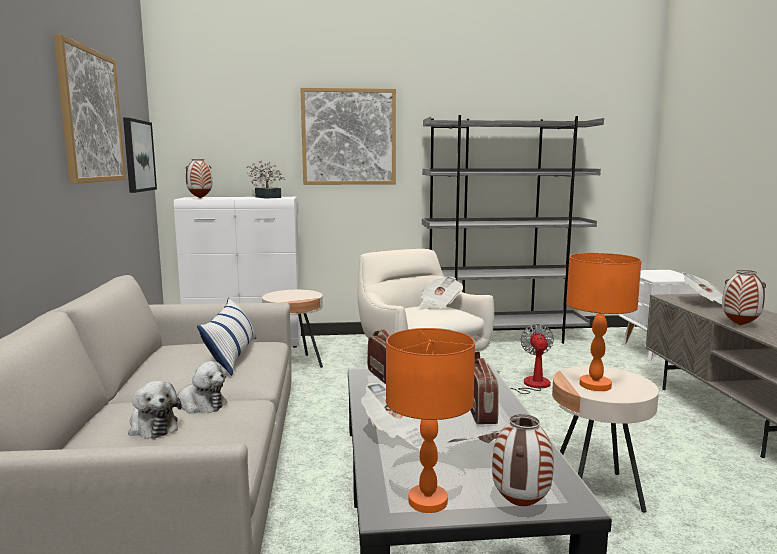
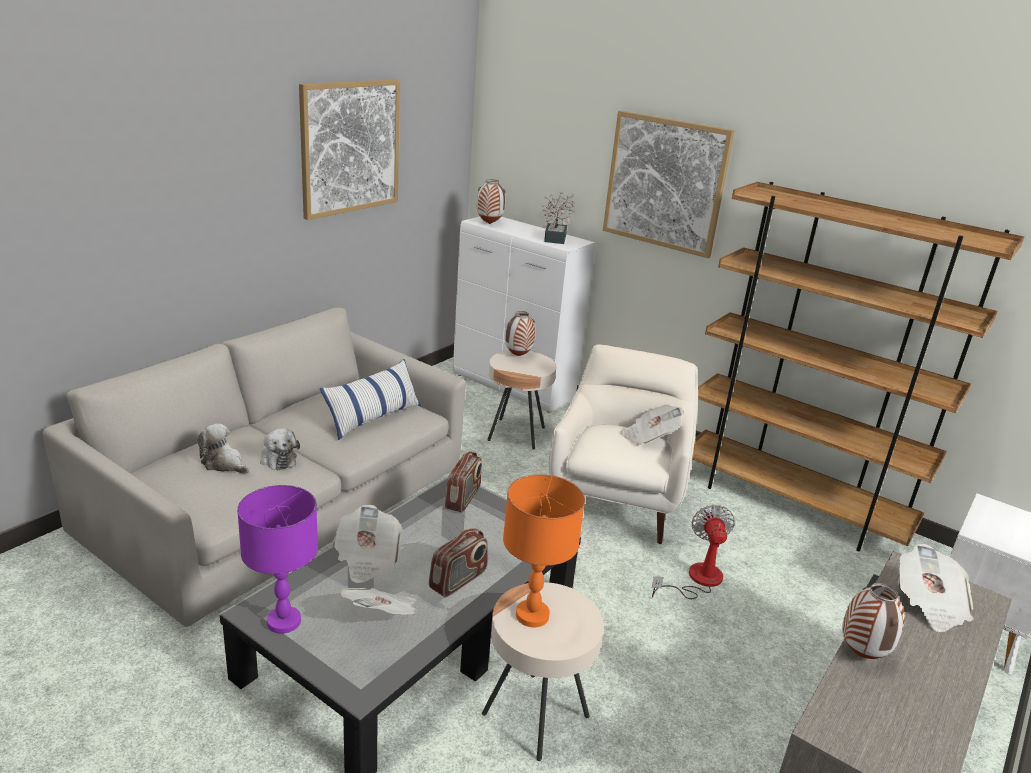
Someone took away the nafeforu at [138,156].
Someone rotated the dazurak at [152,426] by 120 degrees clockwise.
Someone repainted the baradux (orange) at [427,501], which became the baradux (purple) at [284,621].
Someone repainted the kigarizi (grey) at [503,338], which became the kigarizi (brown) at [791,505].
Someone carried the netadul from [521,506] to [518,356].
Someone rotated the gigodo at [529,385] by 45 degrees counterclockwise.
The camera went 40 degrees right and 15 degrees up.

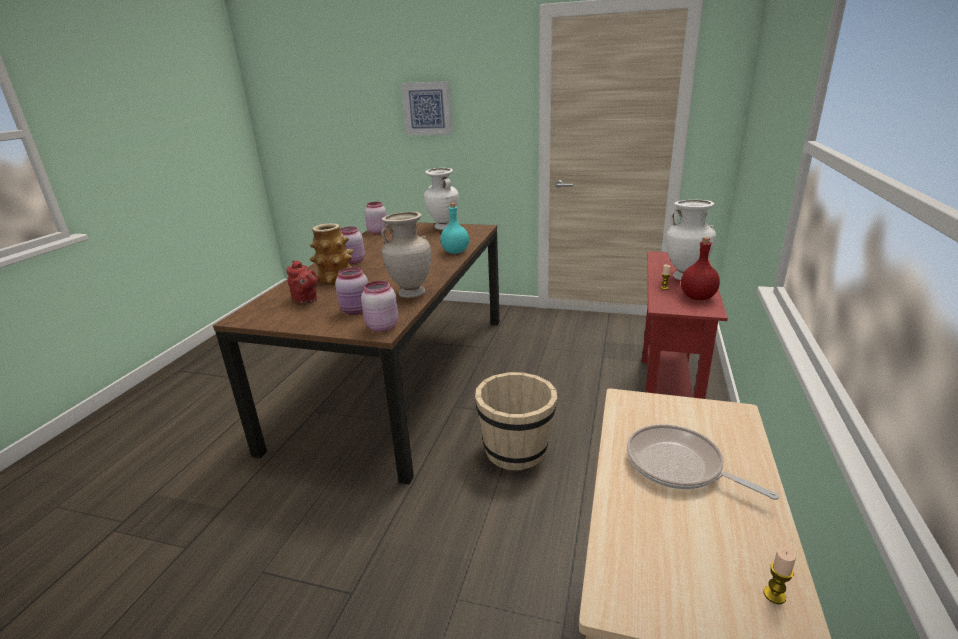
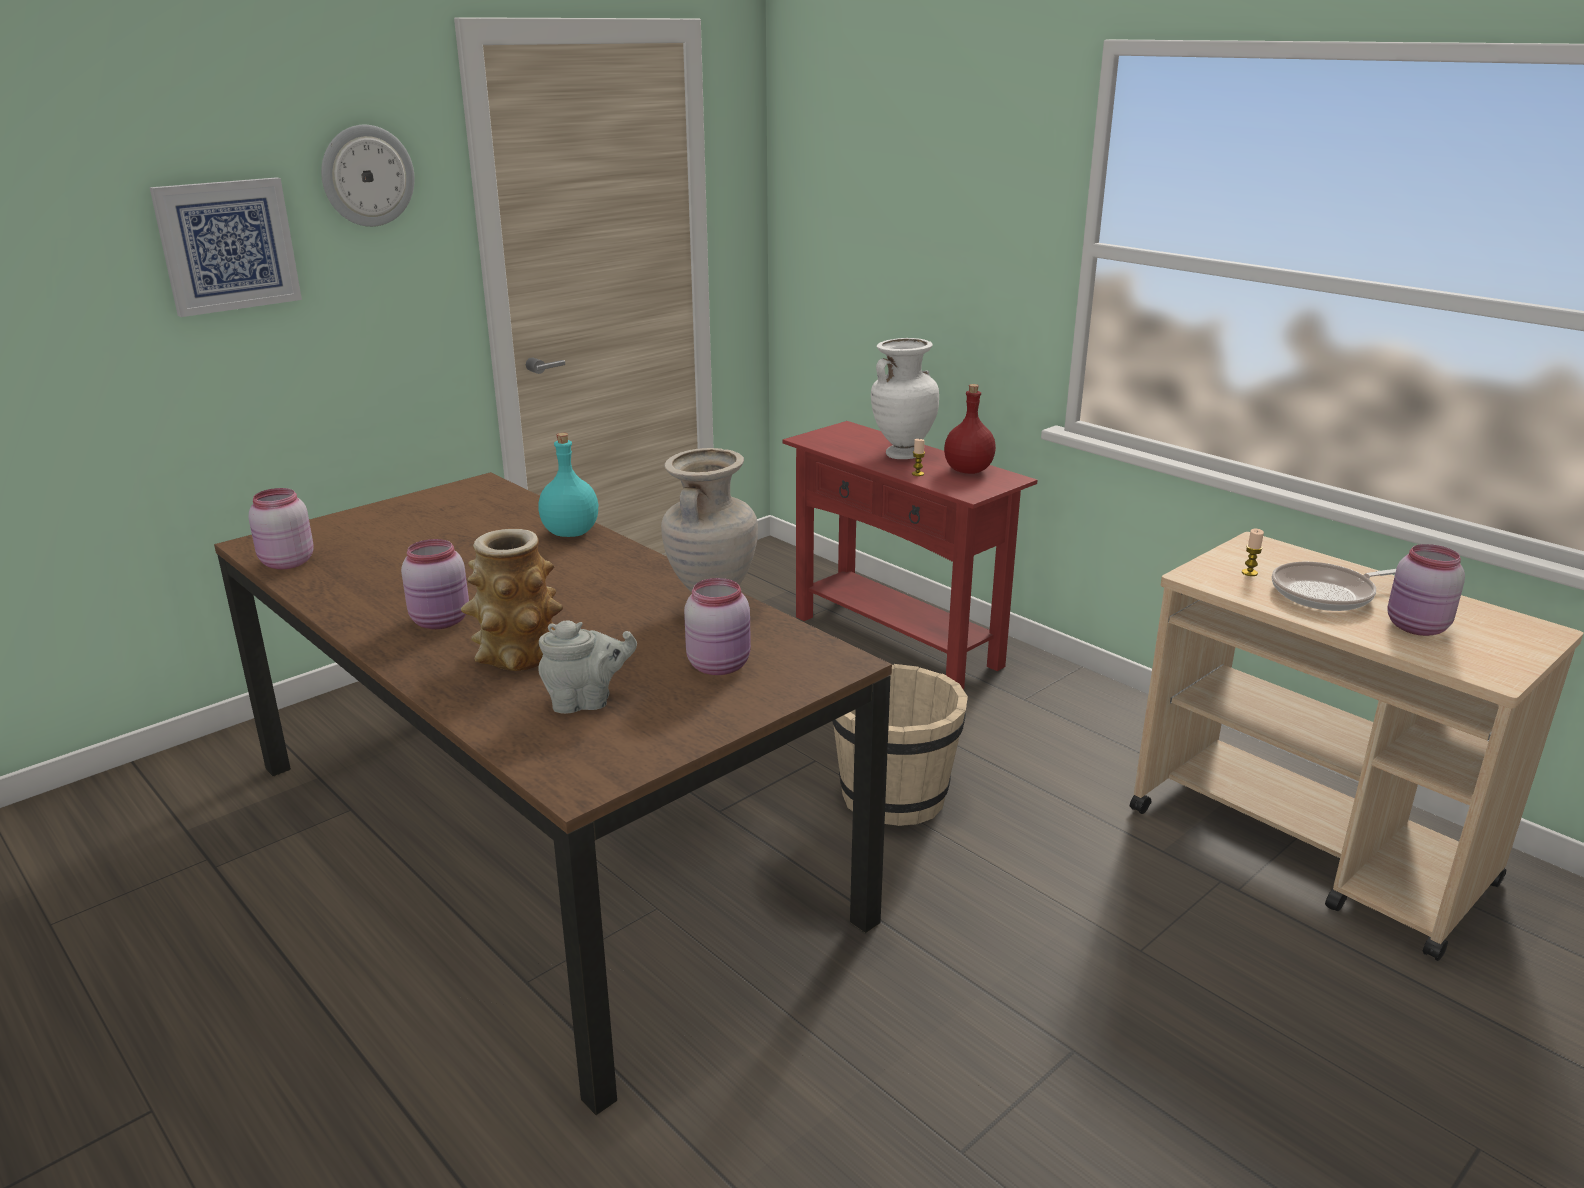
Someone repainted the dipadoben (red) at [306,300], which became the dipadoben (grey) at [586,701].
Someone carried the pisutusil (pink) from [381,327] to [1416,628].
Someone took away the netadul (white) at [443,227].
Someone carried the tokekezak from [774,595] to [1249,573].
Someone put up the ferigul at [367,176].
The camera went 60 degrees left and 0 degrees up.

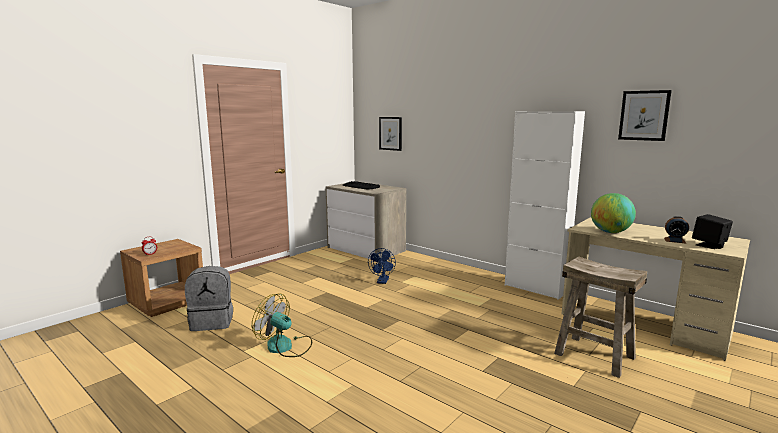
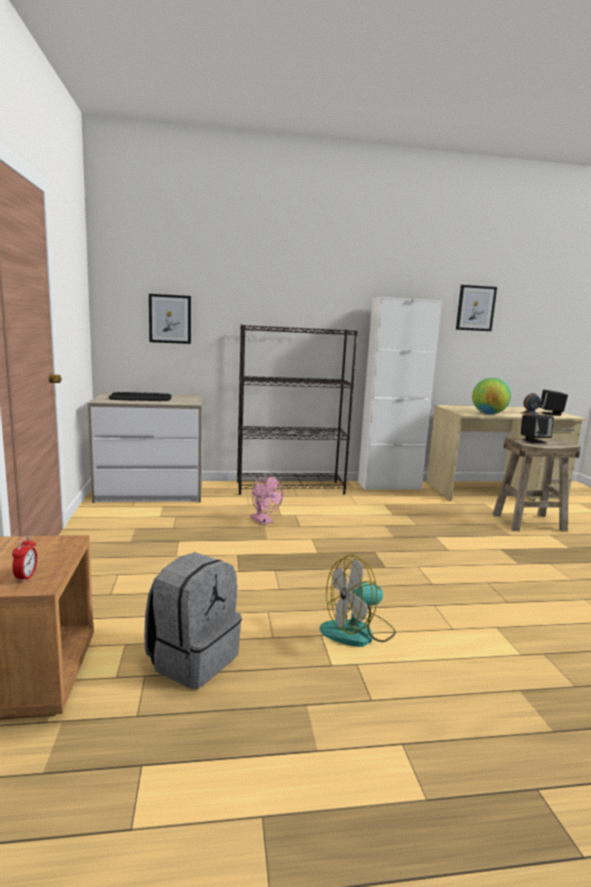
Someone repainted the gigodo (blue) at [382,282], which became the gigodo (pink) at [264,521].
Someone put down the kigarizi (black) at [290,488].
Someone put down the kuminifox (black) at [534,441].
The camera went 50 degrees left and 0 degrees up.

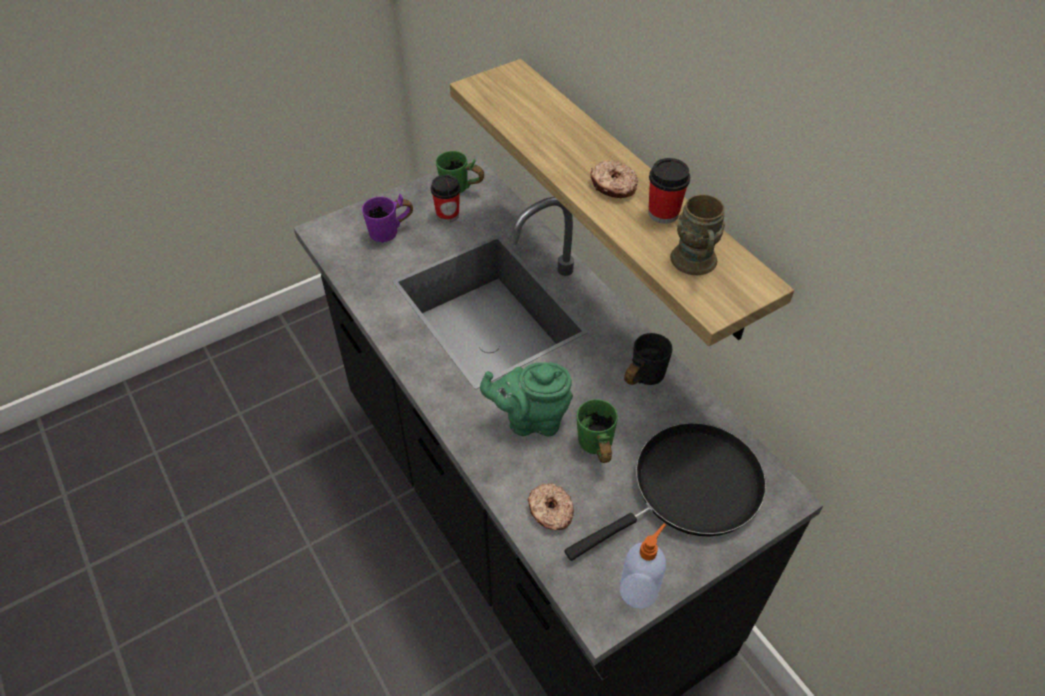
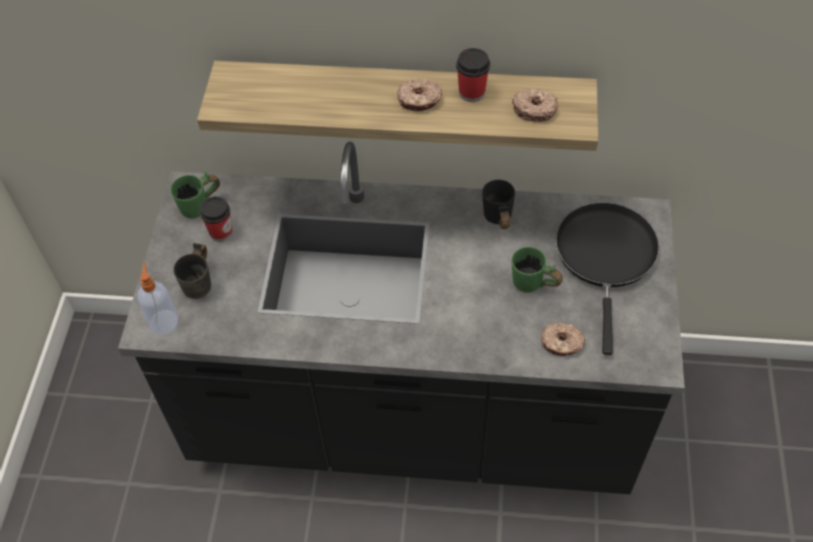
Someone repainted the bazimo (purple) at [391,234], which became the bazimo (grey) at [203,283].
Someone took away the dipadoben (green) at [531,420].
Someone carried the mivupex from [639,589] to [163,321].
Someone swapped the bazimo (brown) at [695,265] for the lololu at [534,109].
The camera went 50 degrees left and 5 degrees up.

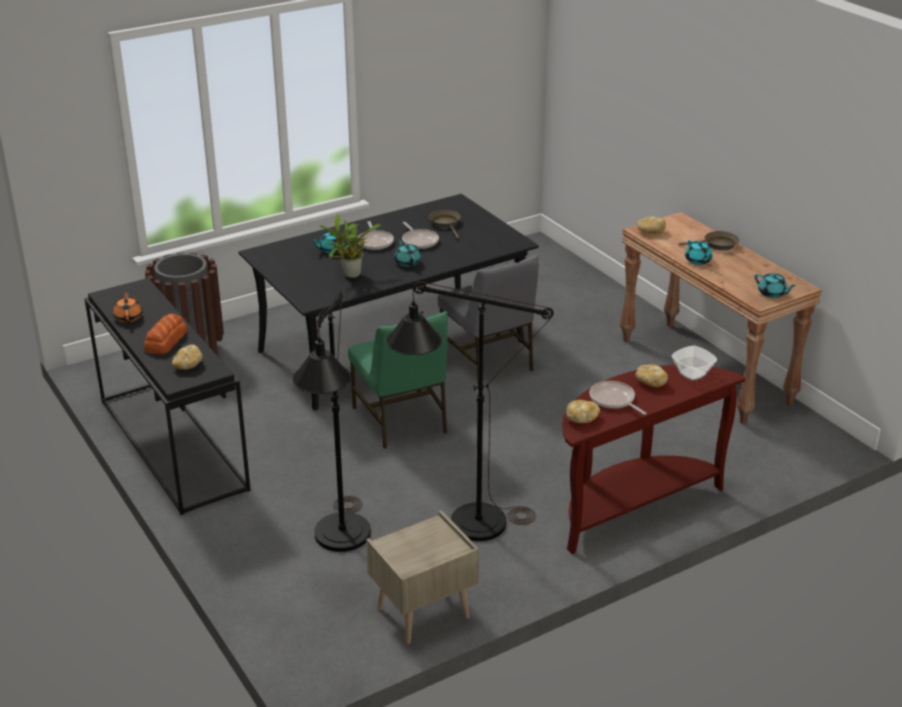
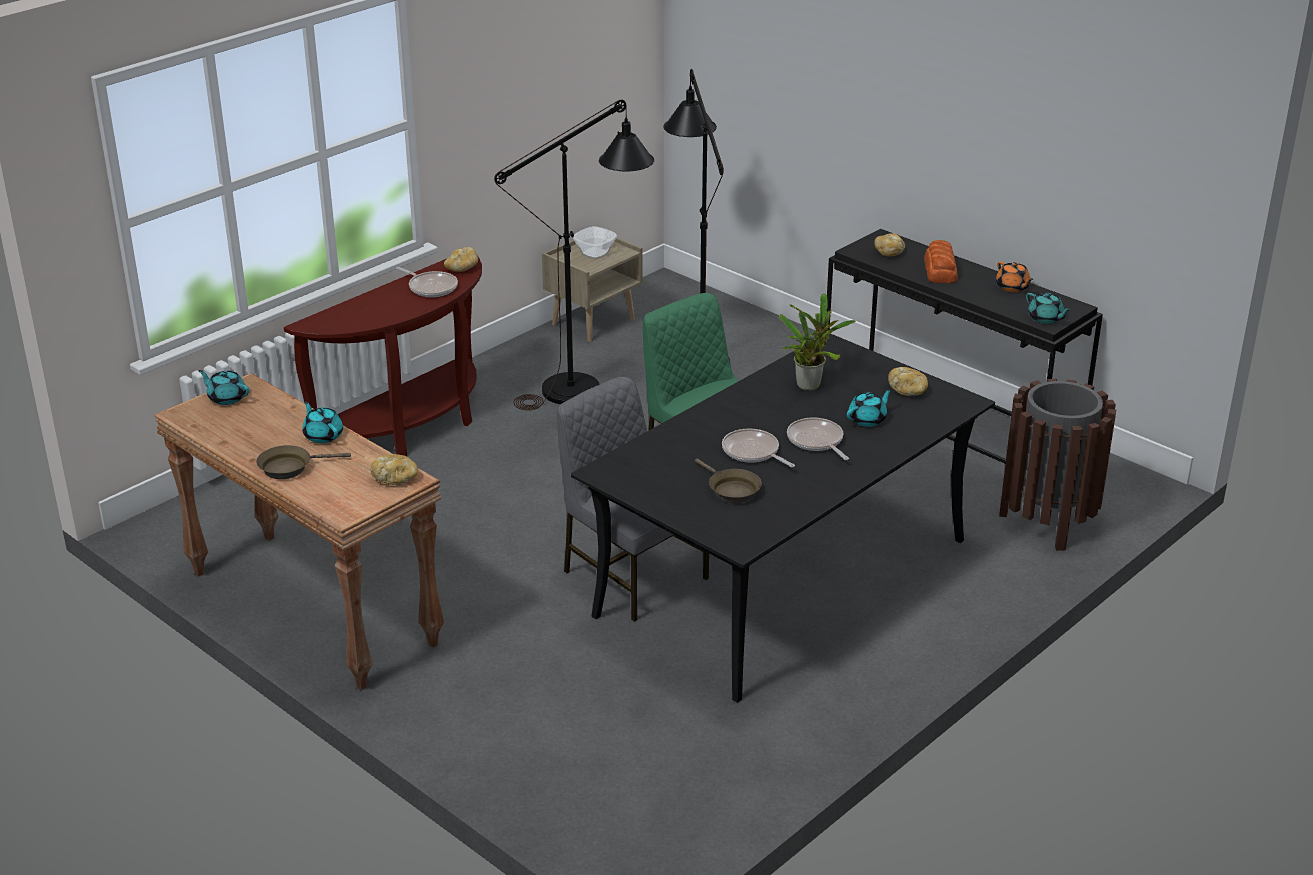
Someone carried the dipadoben (turquoise) from [407,262] to [1045,318].
Someone carried the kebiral from [650,382] to [908,390].
Someone carried the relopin from [691,373] to [595,253].
The camera went 165 degrees right and 0 degrees up.

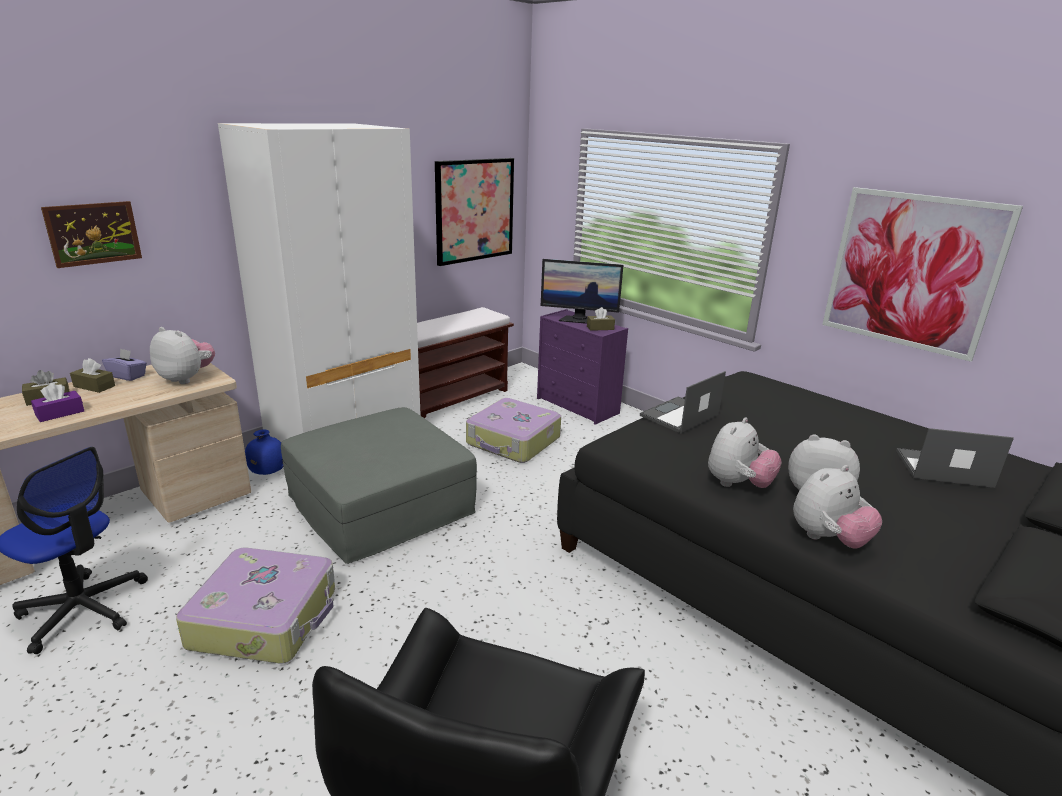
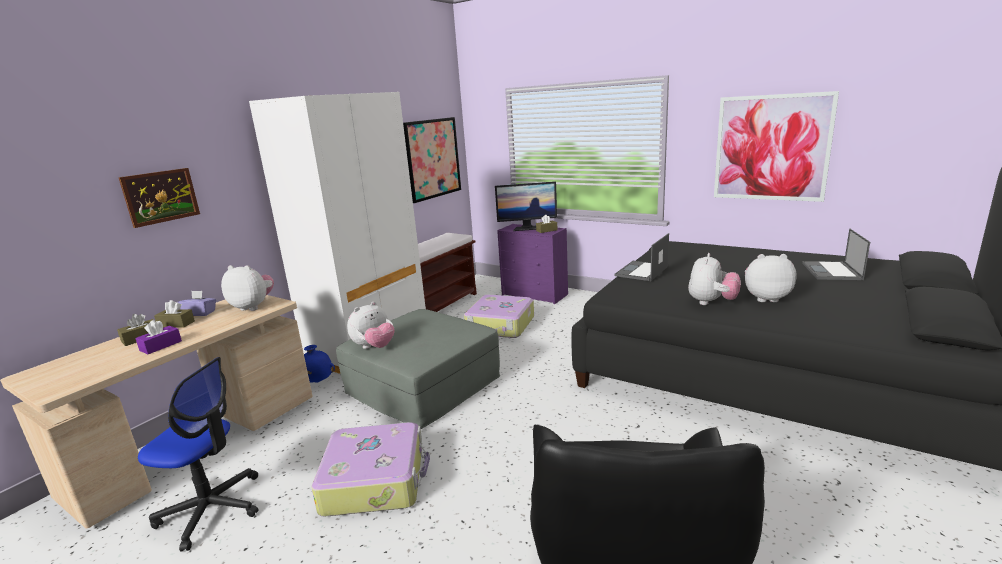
Someone carried the dazurak from [828,539] to [374,347].
Someone rotated the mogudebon at [942,469] by 75 degrees counterclockwise.
The camera went 10 degrees left and 5 degrees down.

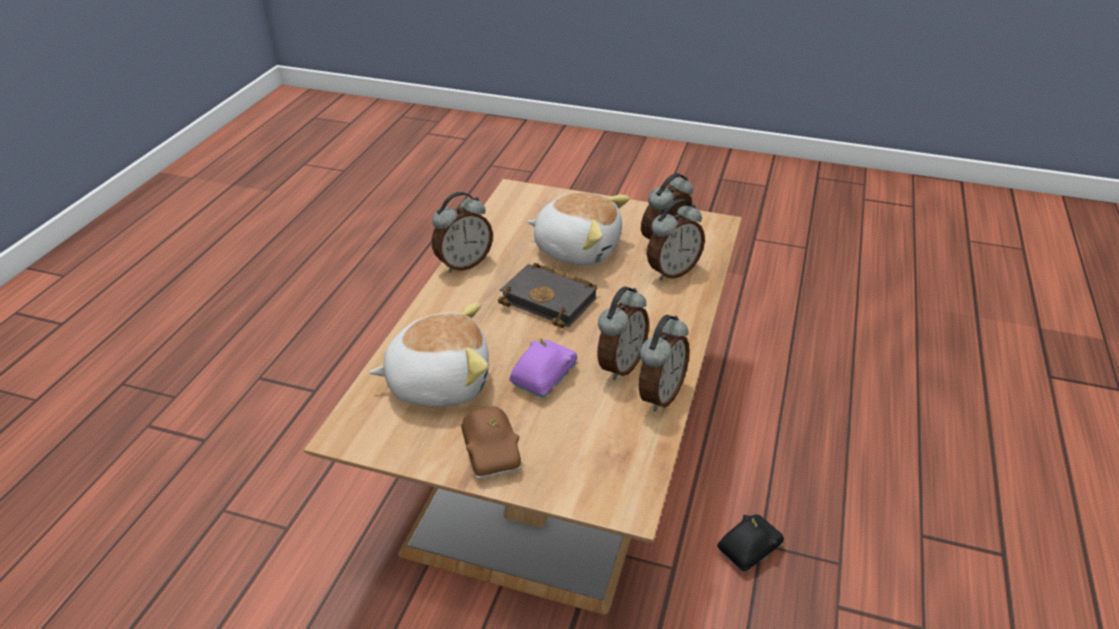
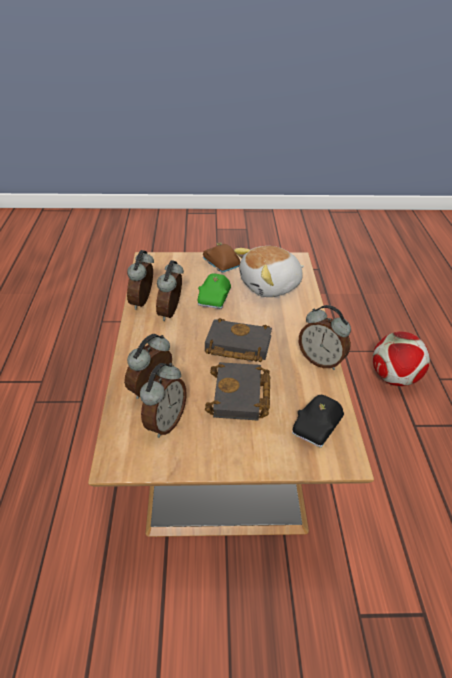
Someone rotated the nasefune at [463,263] by 90 degrees counterclockwise.
Someone repainted the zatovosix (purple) at [543,376], which became the zatovosix (green) at [215,299].
Someone swapped the dazurak at [577,248] for the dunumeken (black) at [241,397].
Someone carried the zatovosix (black) from [748,548] to [318,428].
Someone put down the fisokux at [395,379].
The camera went 160 degrees right and 0 degrees up.

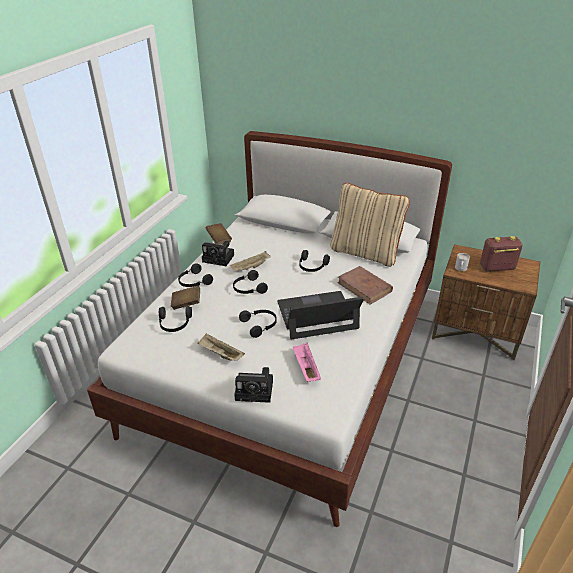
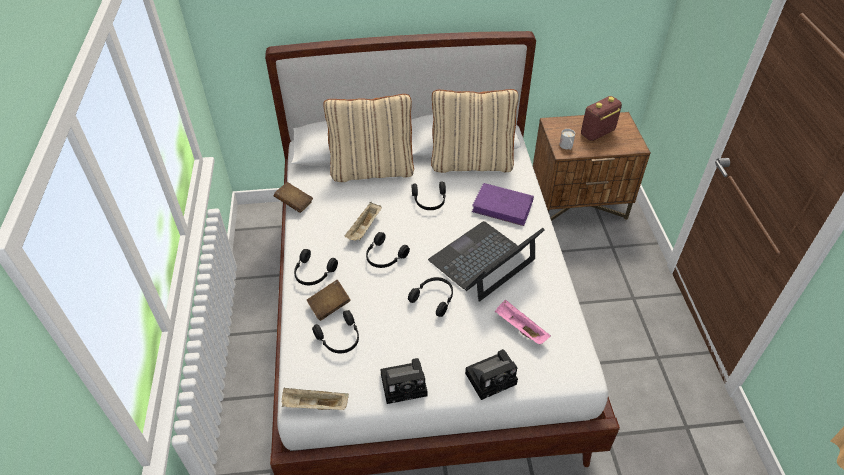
Someone carried the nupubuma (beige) from [220,354] to [314,405].
Someone carried the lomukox from [219,258] to [405,384].
Someone repainted the dunumeken (brown) at [364,287], which became the dunumeken (purple) at [503,206].
Someone put down the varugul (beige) at [372,169].
The camera went 30 degrees left and 10 degrees up.

